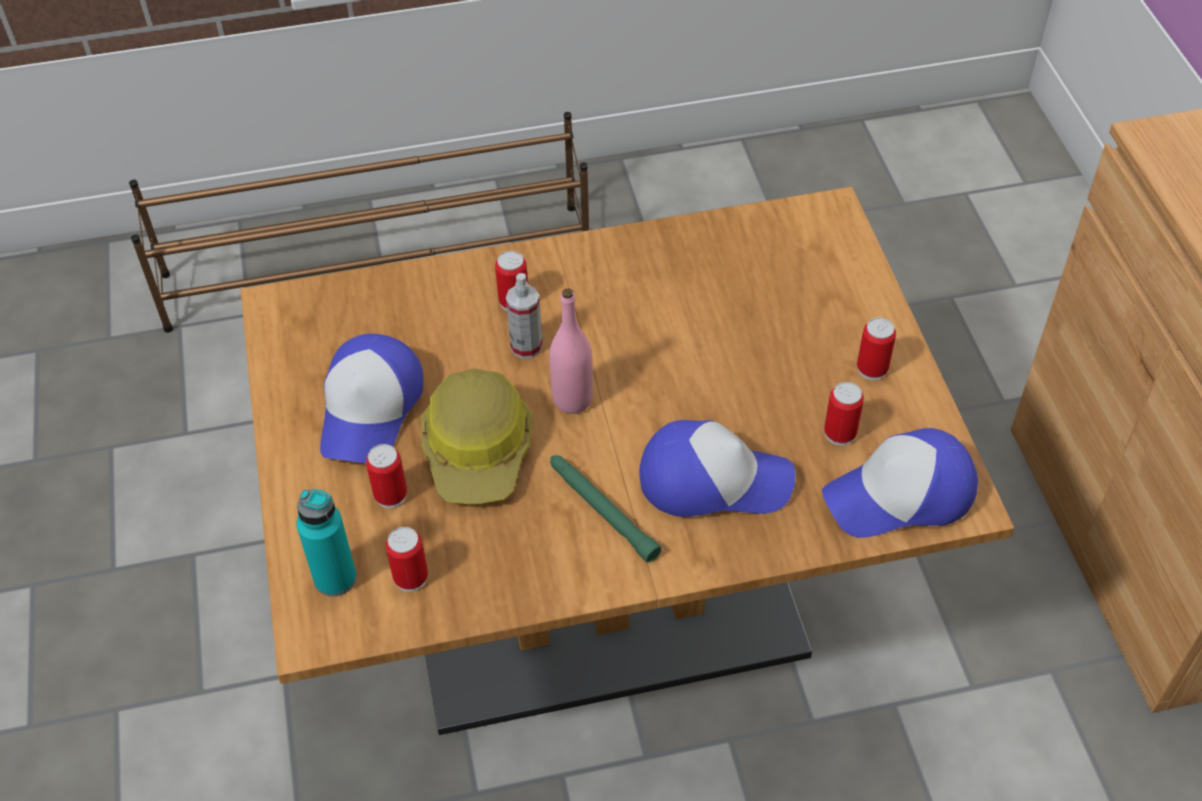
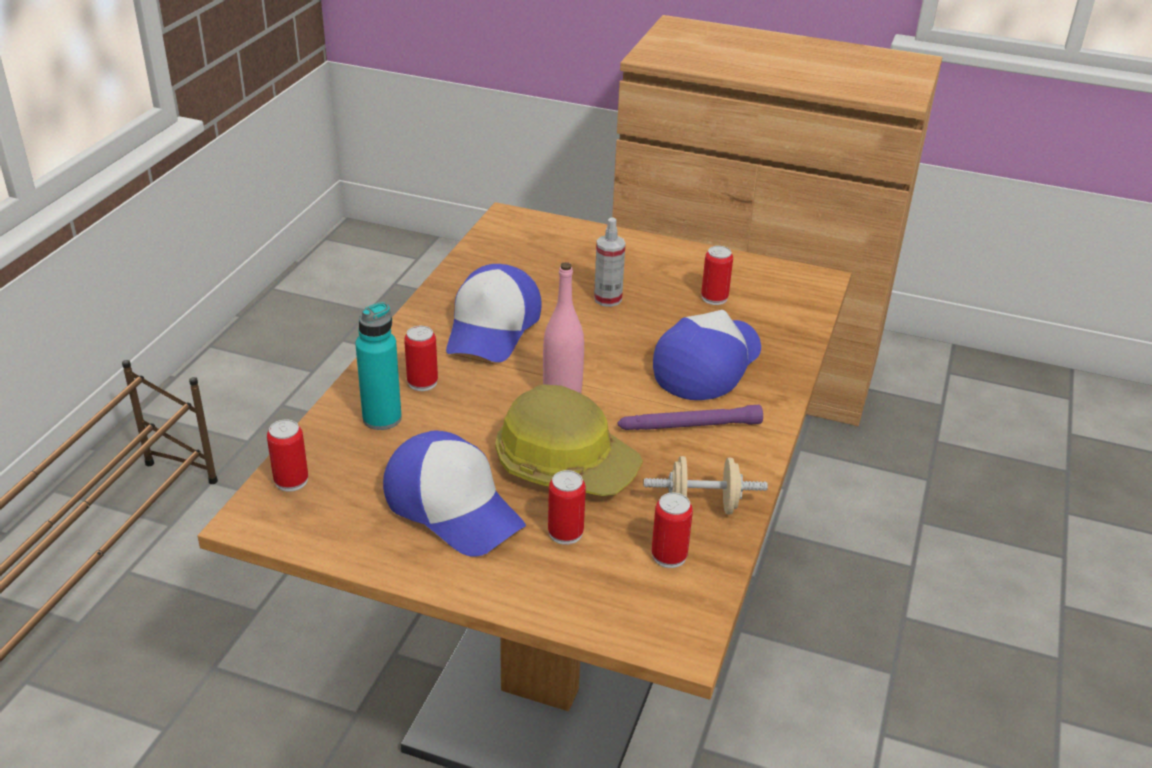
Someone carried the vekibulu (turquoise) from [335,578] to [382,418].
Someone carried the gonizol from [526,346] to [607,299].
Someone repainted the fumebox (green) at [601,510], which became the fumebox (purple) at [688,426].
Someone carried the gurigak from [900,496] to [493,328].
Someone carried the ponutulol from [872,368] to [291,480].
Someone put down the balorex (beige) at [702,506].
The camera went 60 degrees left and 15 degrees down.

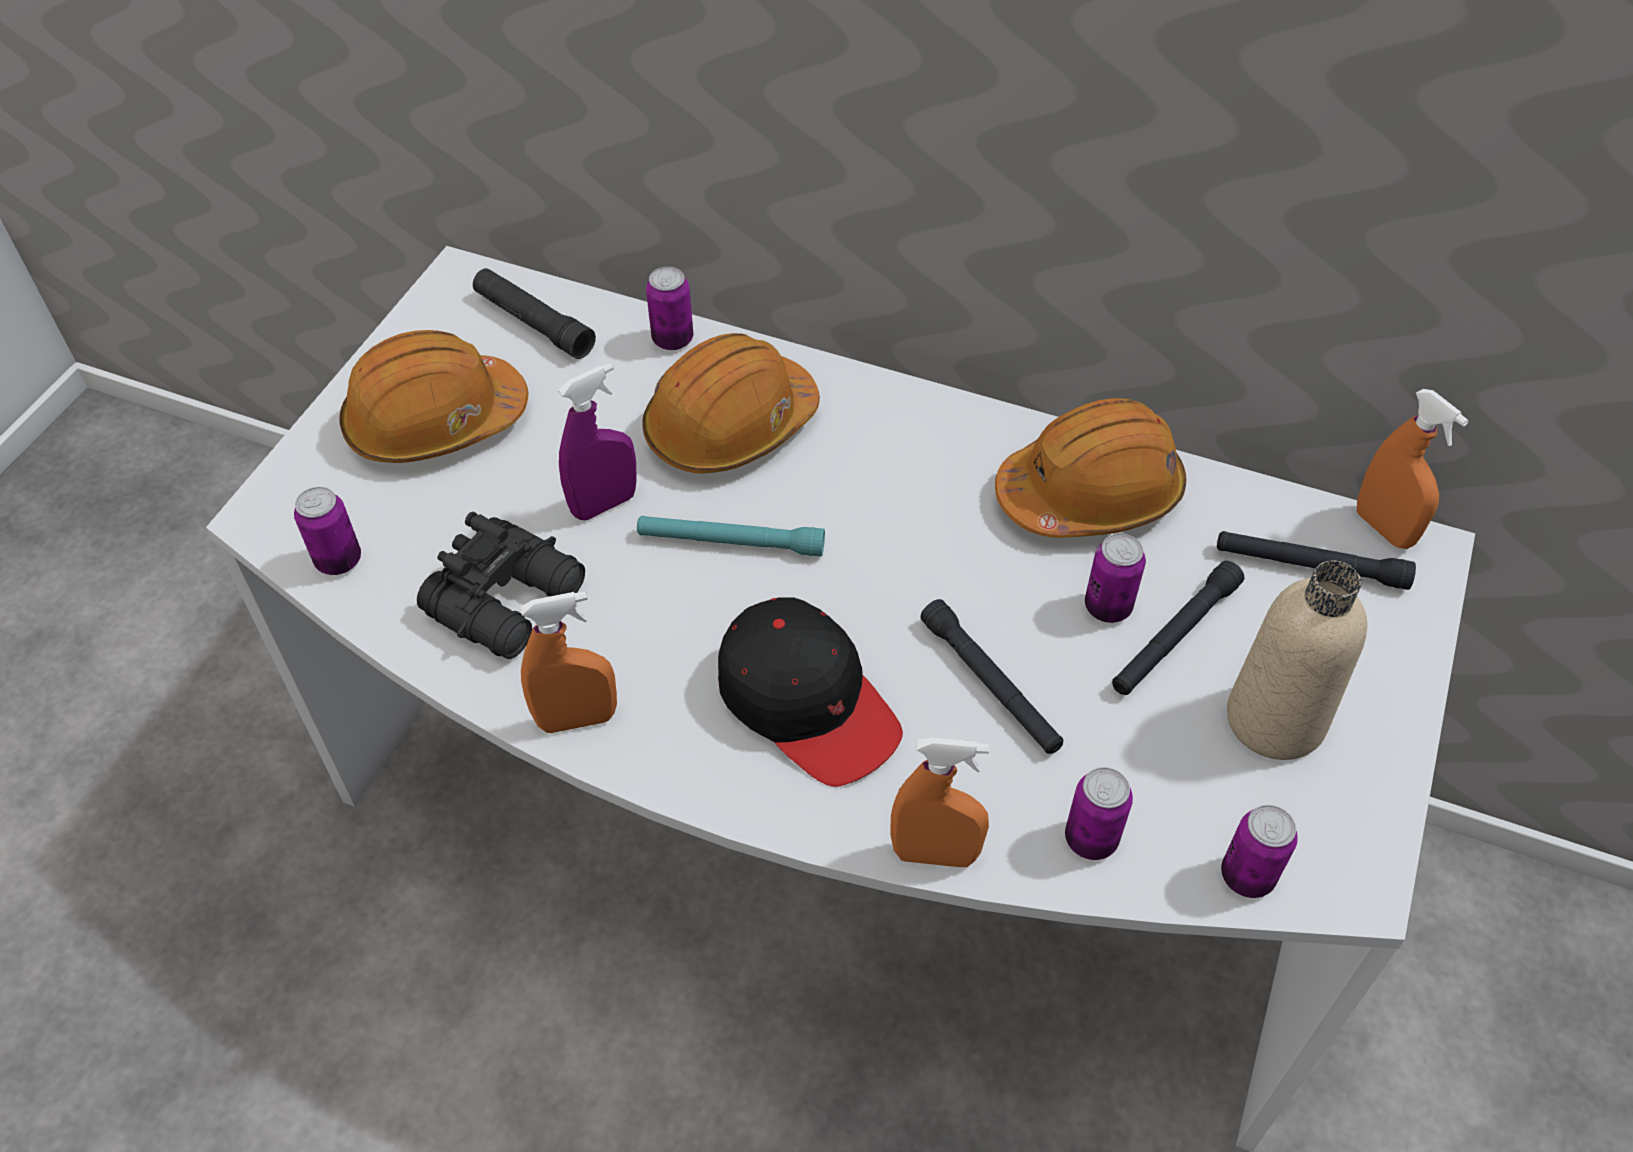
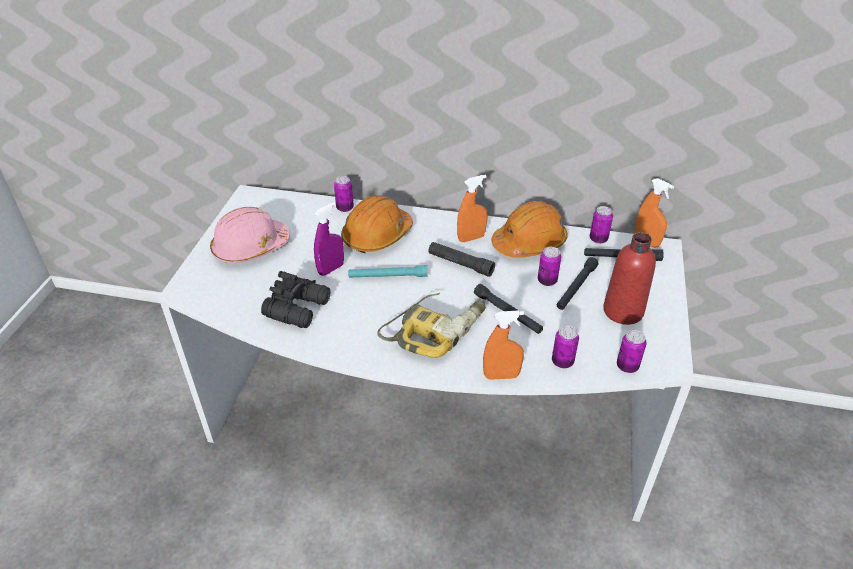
Someone carried the ponutulol from [338,560] to [598,239].
Someone repainted the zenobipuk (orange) at [435,422], which became the zenobipuk (pink) at [250,248].
Someone carried the fumebox (black) from [534,323] to [460,264].
Someone carried the gonizol (orange) from [577,719] to [471,238].
Someone swapped the gurigak (black) at [807,703] for the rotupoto at [434,329].
Someone repainted the vekibulu (beige) at [1275,720], which became the vekibulu (red) at [623,311].
The camera went 10 degrees left and 10 degrees down.

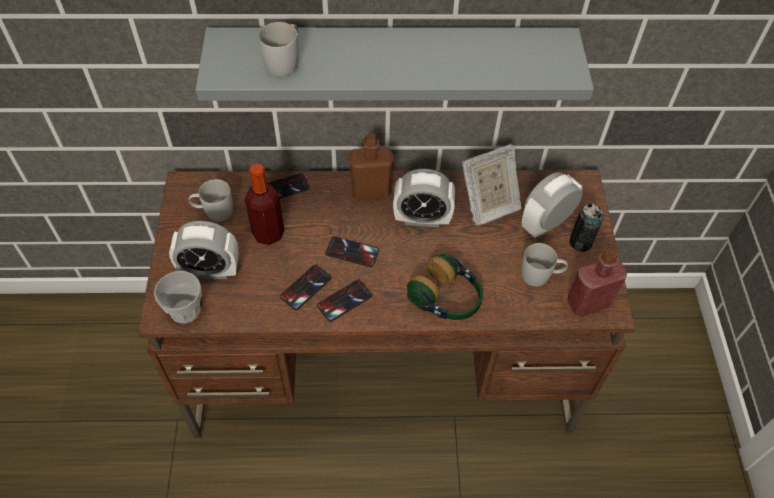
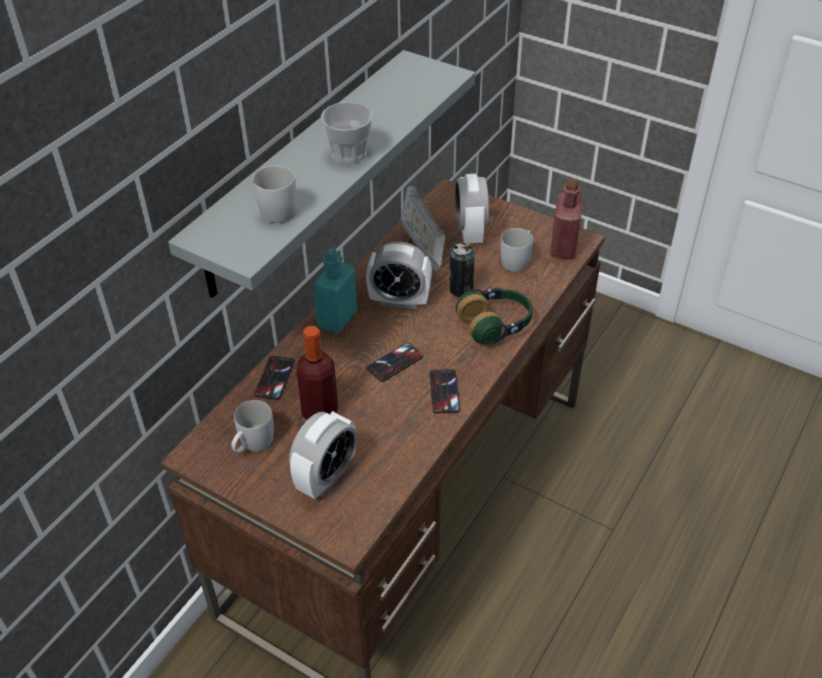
Someone carried the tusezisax from [185,310] to [349,154].
Someone took away the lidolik at [305,287].
Someone repainted the vekibulu (brown) at [371,191], which became the vekibulu (turquoise) at [337,319].
Someone rotated the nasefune at [422,219] by 60 degrees clockwise.
Someone carried the ponutulol from [580,242] to [461,289].
The camera went 55 degrees left and 10 degrees down.

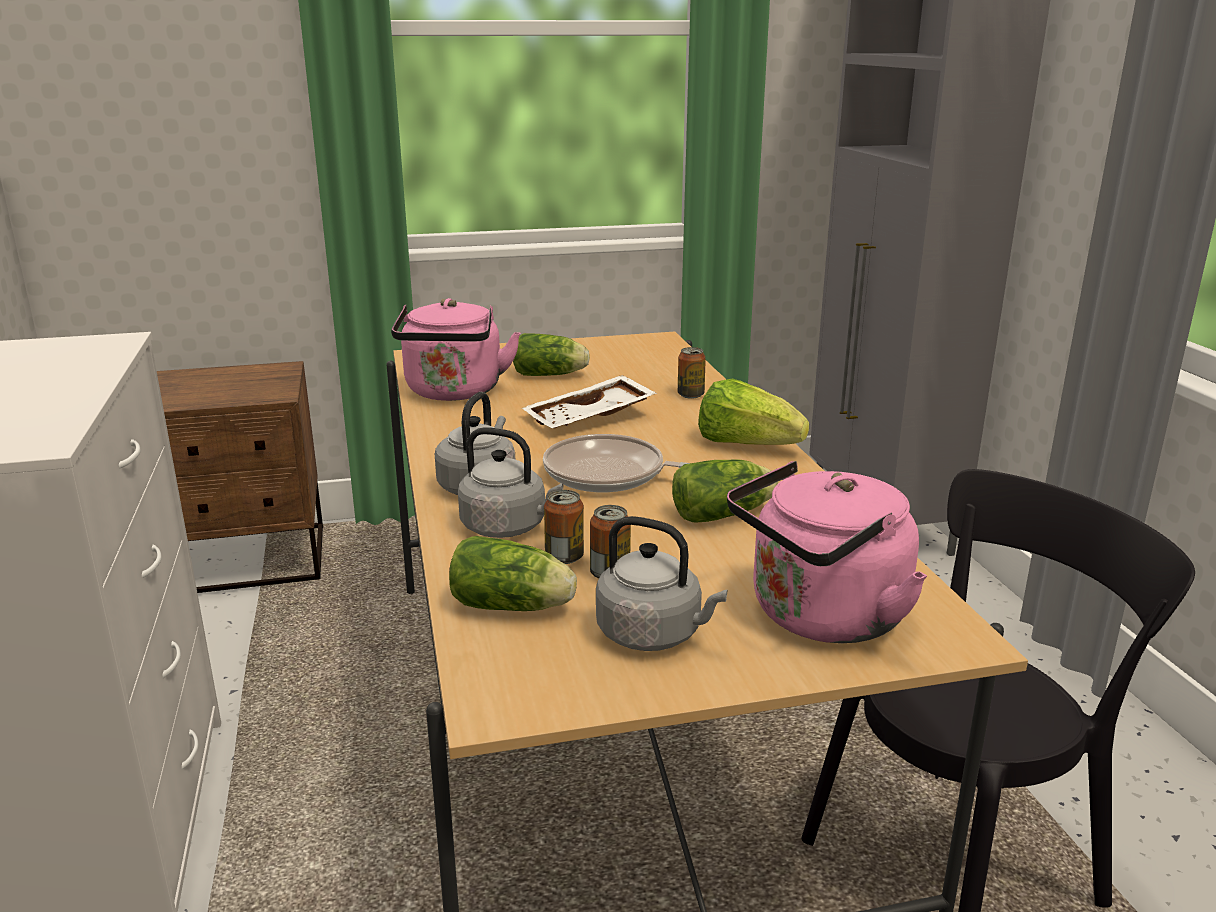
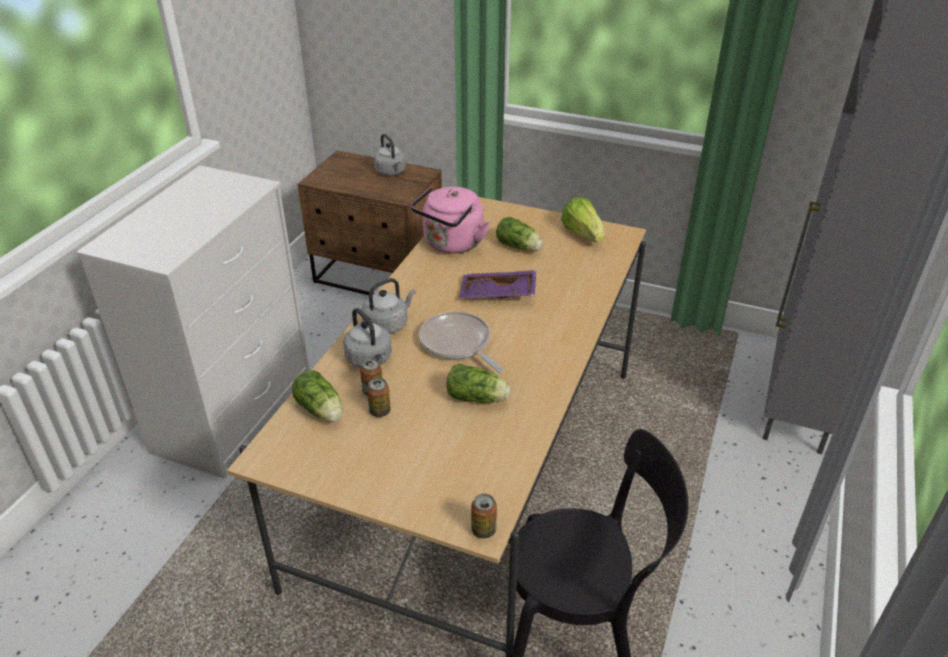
Someone repainted the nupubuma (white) at [590,418], which became the nupubuma (purple) at [497,294].
Someone carried the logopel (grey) from [654,634] to [391,172].
Someone carried the ponutulol from [690,395] to [483,530].
Someone carried the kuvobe from [746,445] to [582,234].
Someone took away the logopel (pink) at [821,618].
The camera went 35 degrees right and 15 degrees up.

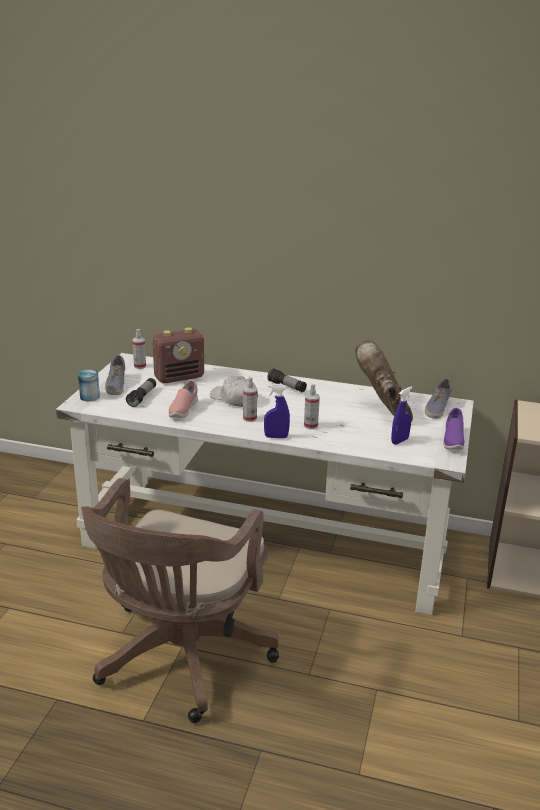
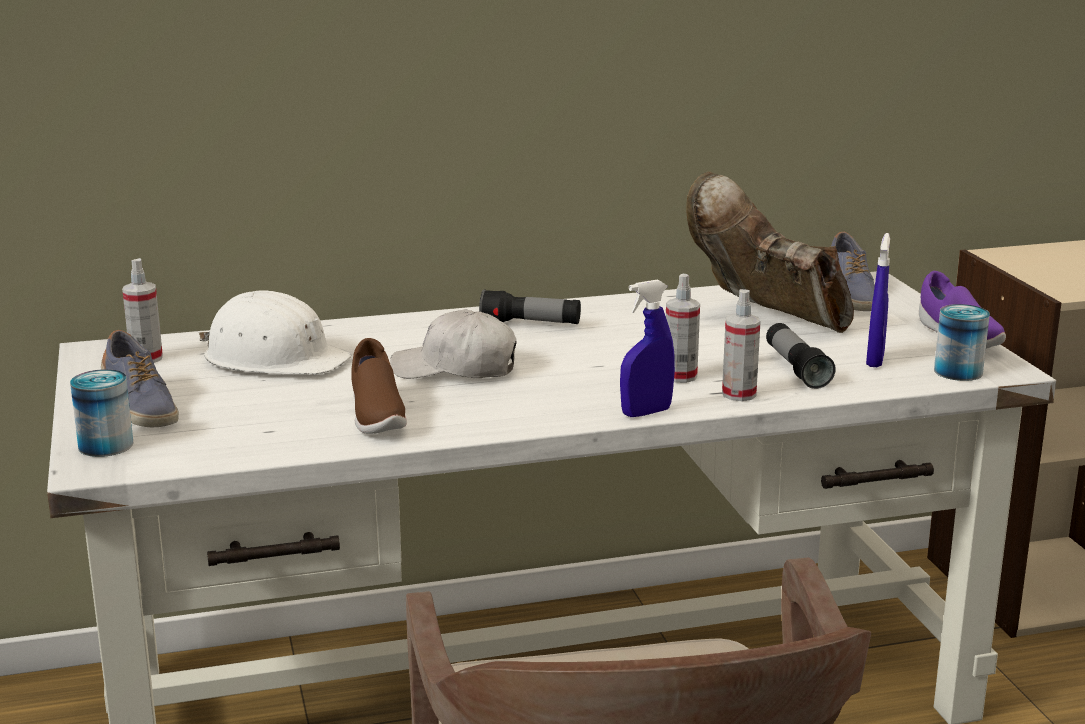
Someone carried the fumebox from [142,397] to [796,369].
Someone swapped the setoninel at [179,377] for the zenobipuk (white) at [274,358].
Someone repainted the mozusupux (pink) at [183,410], which became the mozusupux (brown) at [376,416].
Someone carried the gonizol from [249,418] to [739,394].
Someone put down the ponutulol at [958,371].
The camera went 30 degrees left and 5 degrees down.

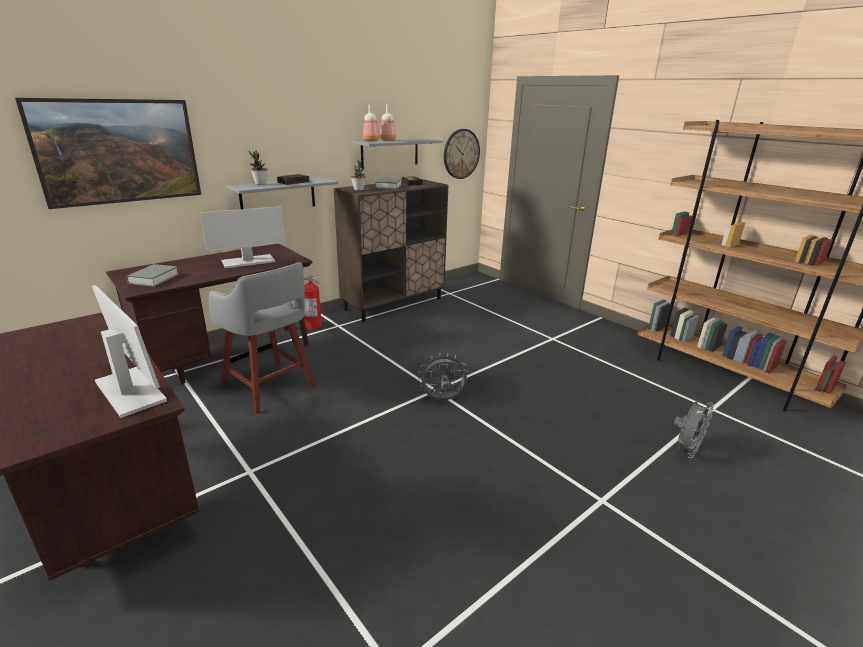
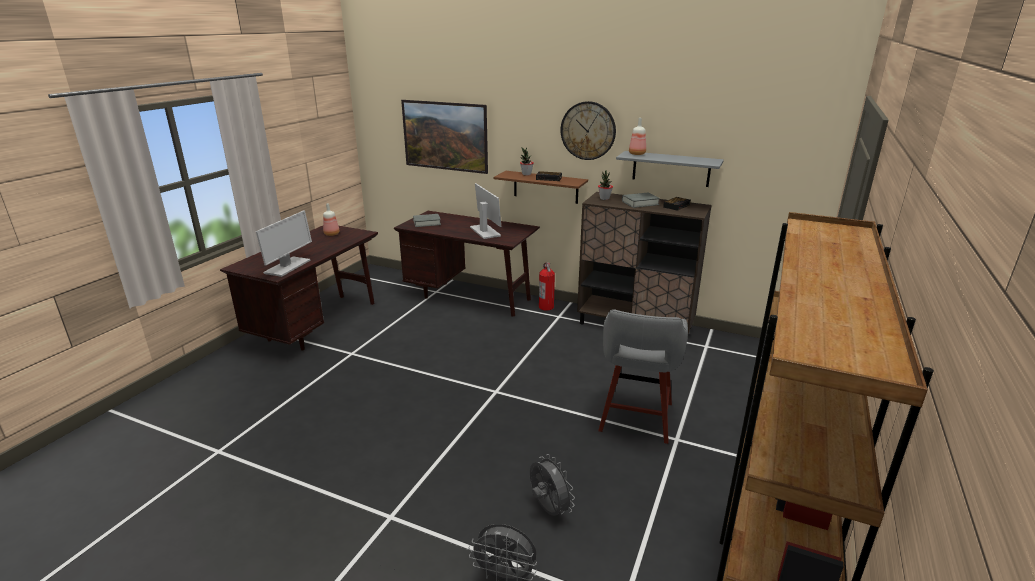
Someone rotated the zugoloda at [248,262] by 150 degrees counterclockwise.
Someone carried the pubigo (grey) from [270,388] to [635,418].
Someone repainted the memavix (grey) at [278,195], which became the memavix (brown) at [545,187].
Someone carried the vekibulu from [387,140] to [332,234].
Someone carried the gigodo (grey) from [442,400] to [548,509].
Someone carried the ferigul from [461,154] to [588,130].
The camera went 65 degrees right and 0 degrees up.

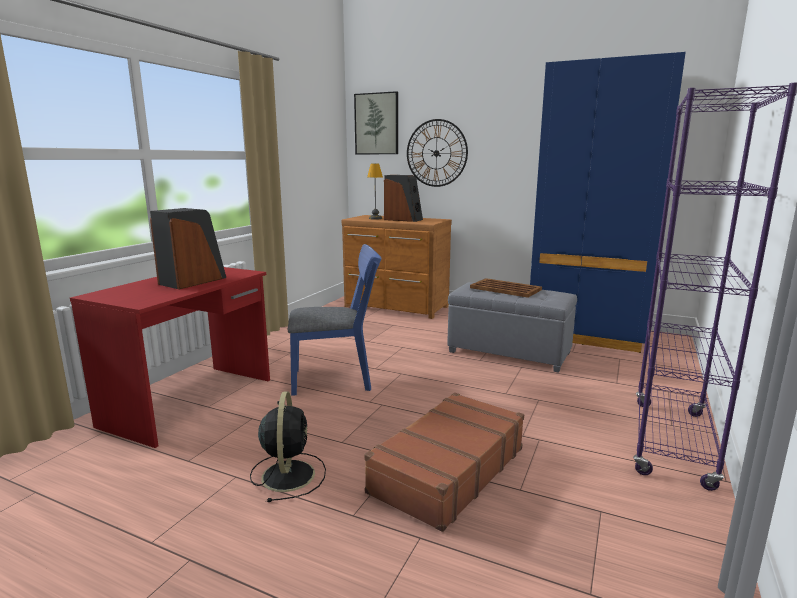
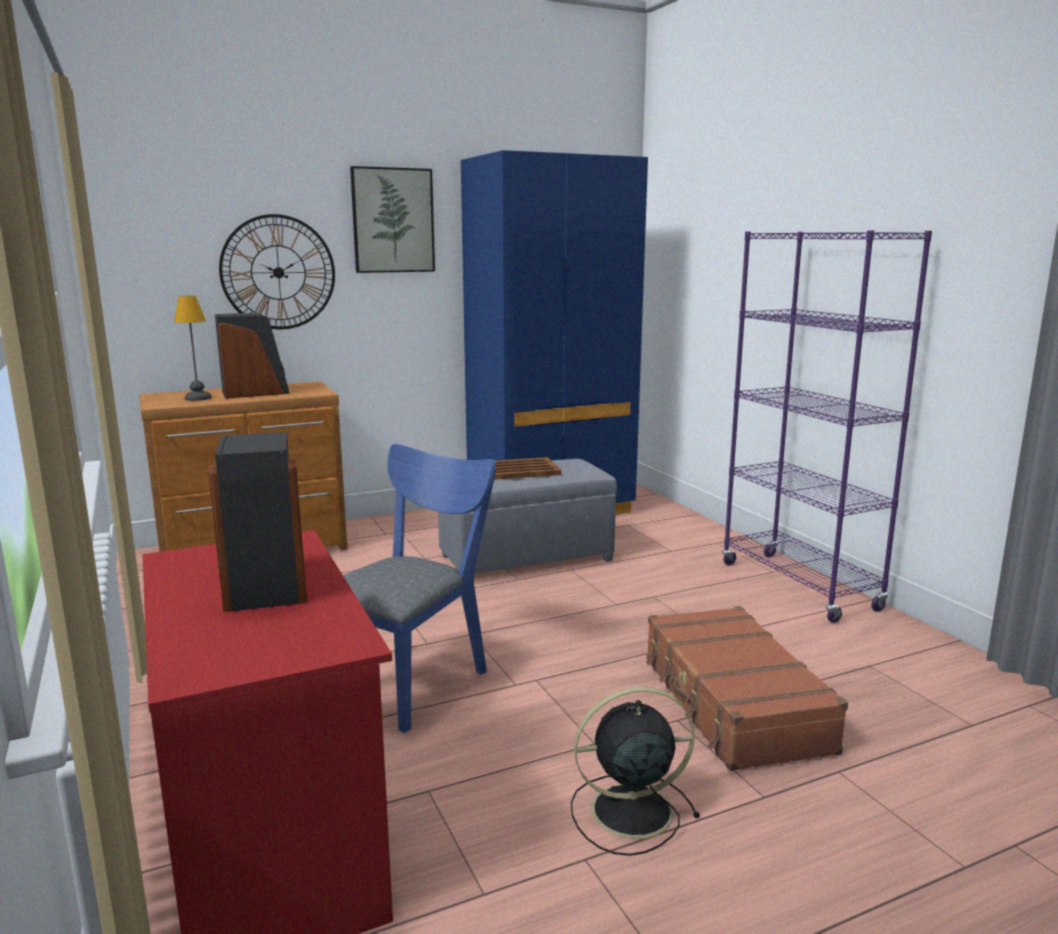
Someone rotated the gigodo (black) at [288,474] by 45 degrees counterclockwise.
Someone carried the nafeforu from [377,124] to [393,220].
The camera went 50 degrees left and 0 degrees up.

